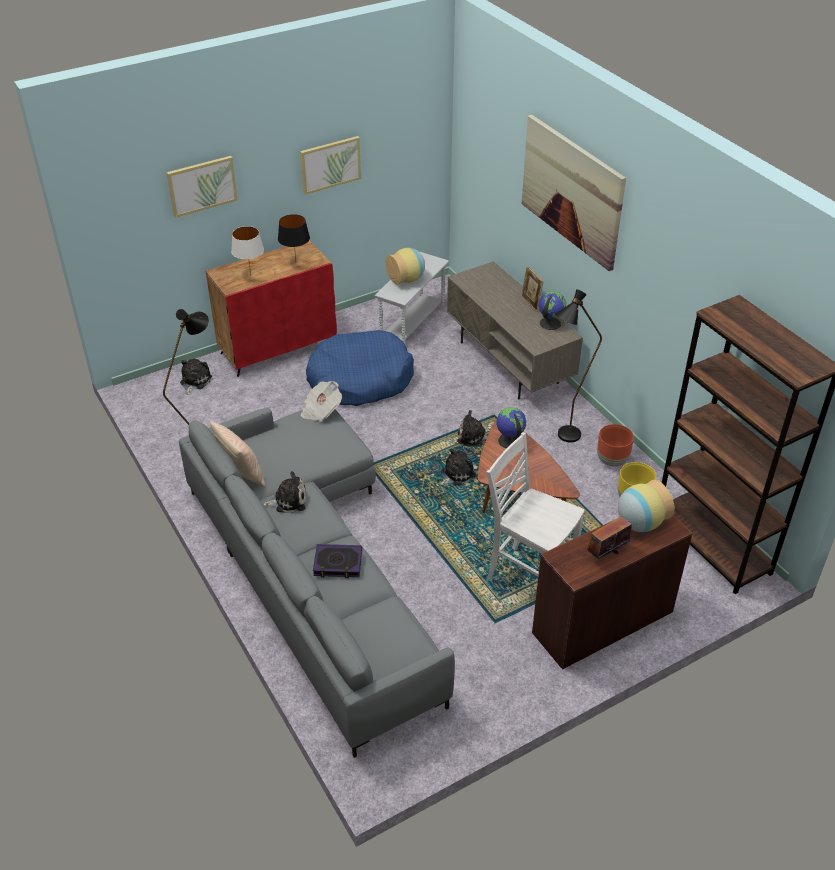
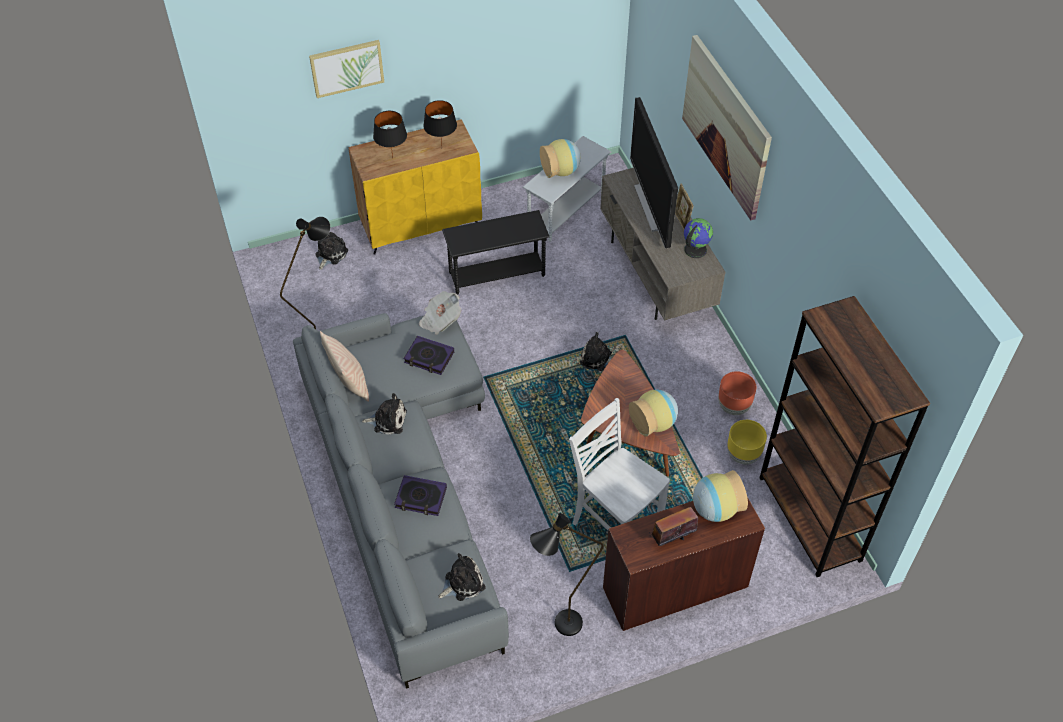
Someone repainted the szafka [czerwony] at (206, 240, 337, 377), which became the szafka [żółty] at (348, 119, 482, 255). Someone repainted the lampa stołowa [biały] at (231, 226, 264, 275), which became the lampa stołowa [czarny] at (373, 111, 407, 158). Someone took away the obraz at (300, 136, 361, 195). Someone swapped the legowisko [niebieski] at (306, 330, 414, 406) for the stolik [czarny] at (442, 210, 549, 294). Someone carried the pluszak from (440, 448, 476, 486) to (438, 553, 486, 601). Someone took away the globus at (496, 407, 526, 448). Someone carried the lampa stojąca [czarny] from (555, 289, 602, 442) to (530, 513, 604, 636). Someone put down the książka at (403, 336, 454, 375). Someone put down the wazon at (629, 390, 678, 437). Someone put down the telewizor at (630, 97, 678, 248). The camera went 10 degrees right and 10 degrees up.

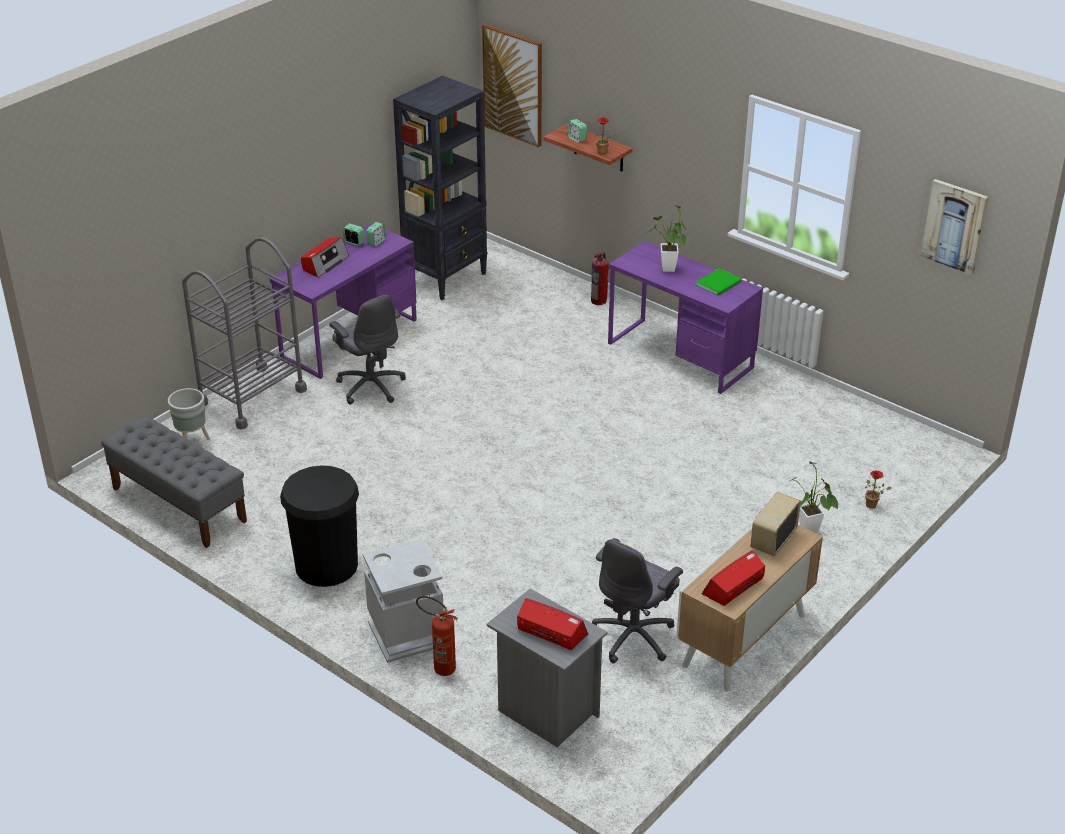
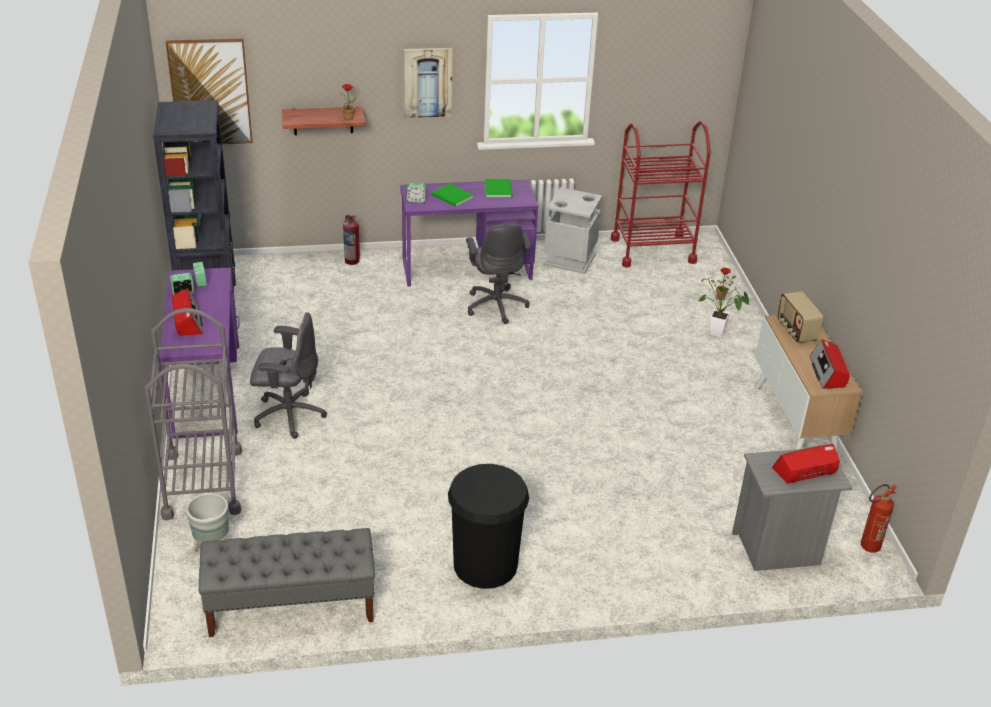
Someone carried the kosz na śmieci [szary] from (363, 539, 444, 663) to (543, 187, 602, 274). Someone carried the gaśnica from (416, 596, 458, 676) to (861, 484, 897, 553). Someone carried the budzik from (567, 119, 587, 143) to (406, 183, 426, 203). Someone carried the krzesło biurowe [szary] from (592, 538, 683, 664) to (466, 224, 531, 324). Someone swapped the roślina doniczkowa at (646, 205, 686, 272) for the książka [zielony] at (432, 184, 473, 207). Someone carried the obraz from (921, 179, 988, 275) to (404, 48, 453, 118). Someone put down the wózek [czerwony] at (611, 121, 711, 267). The camera went 50 degrees left and 0 degrees up.

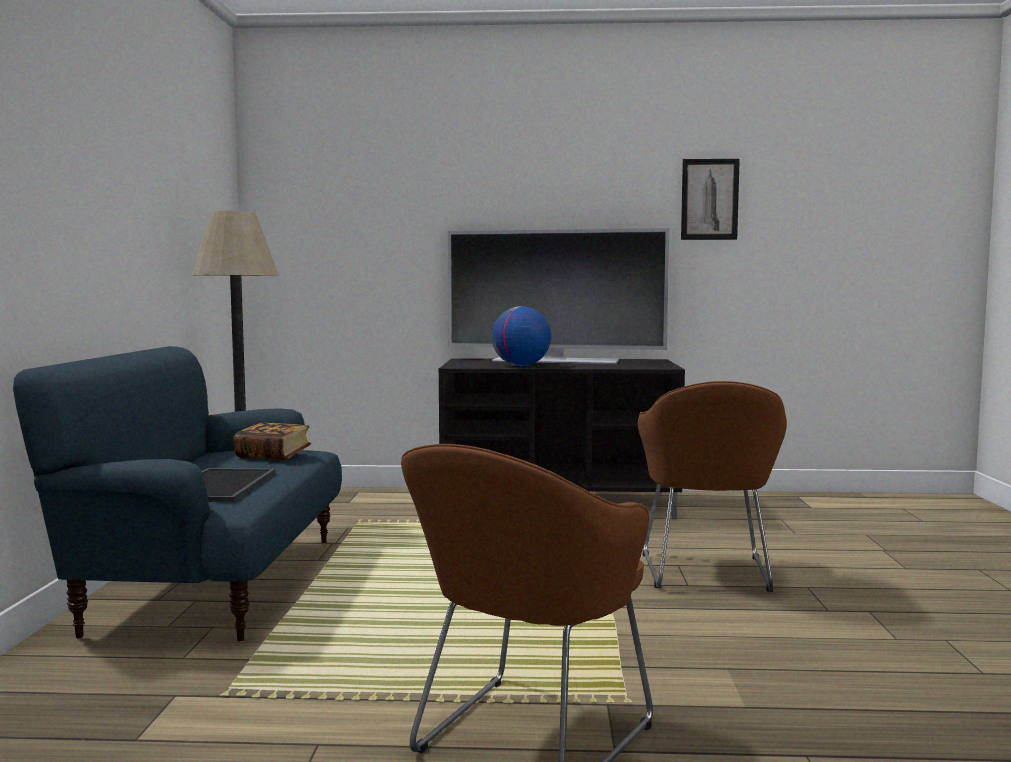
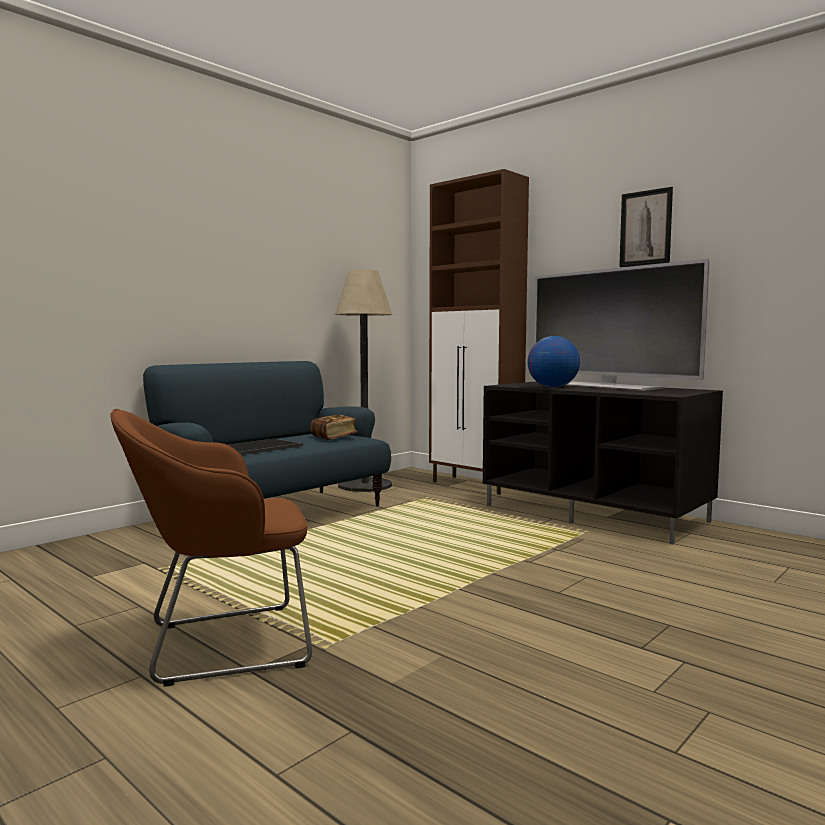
Someone took away the fotel [brązowy] at (638, 381, 787, 592). Someone carried the obraz from (681, 159, 740, 240) to (619, 187, 673, 267). Someone put down the szafka [brązowy] at (429, 169, 529, 495). The camera went 40 degrees right and 0 degrees up.

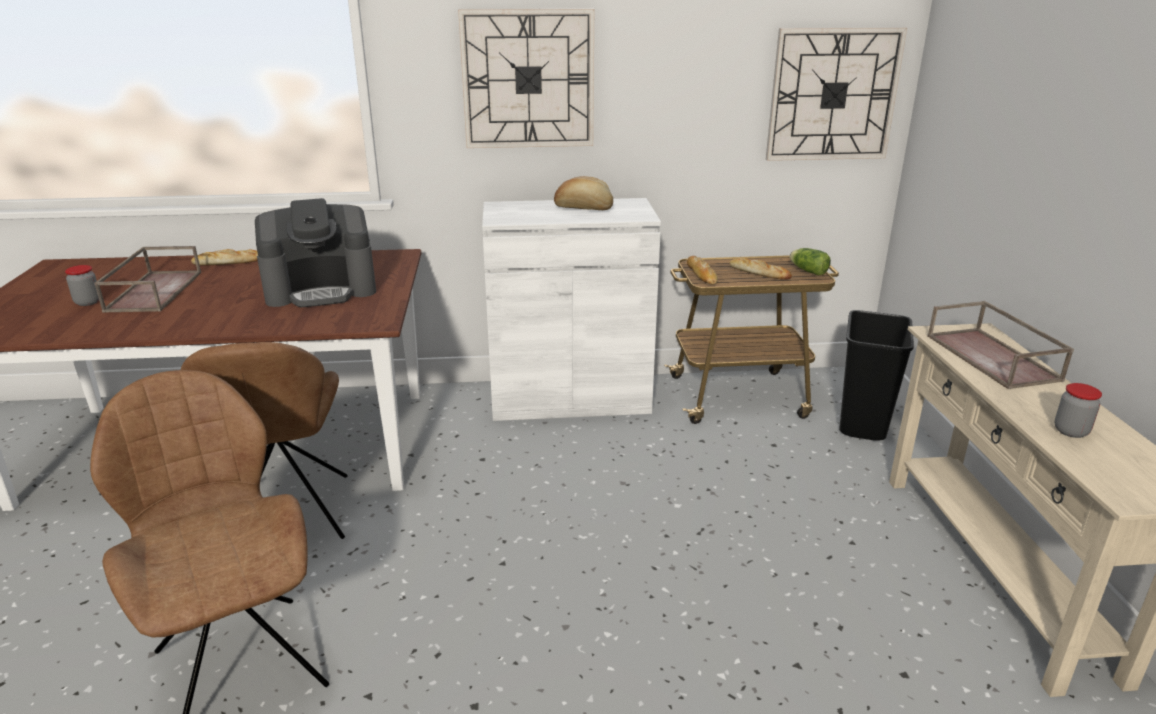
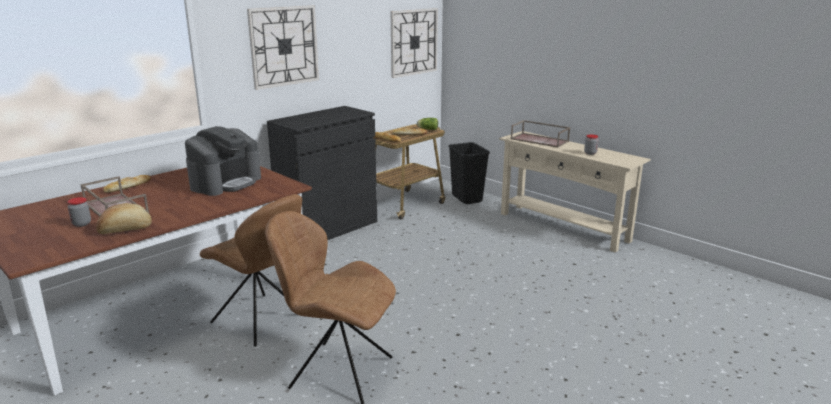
Someone repainted the szafka [biały] at (482, 198, 661, 421), which became the szafka [czarny] at (267, 106, 377, 240). Someone carried the chleb from (554, 176, 613, 210) to (96, 203, 152, 234). The camera went 40 degrees left and 5 degrees down.

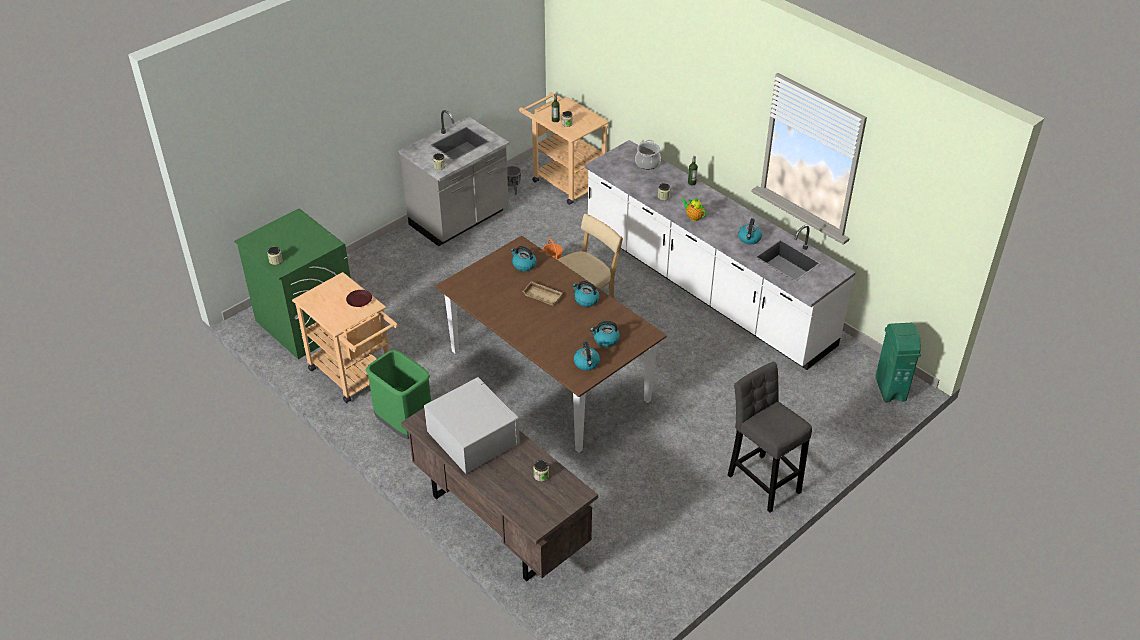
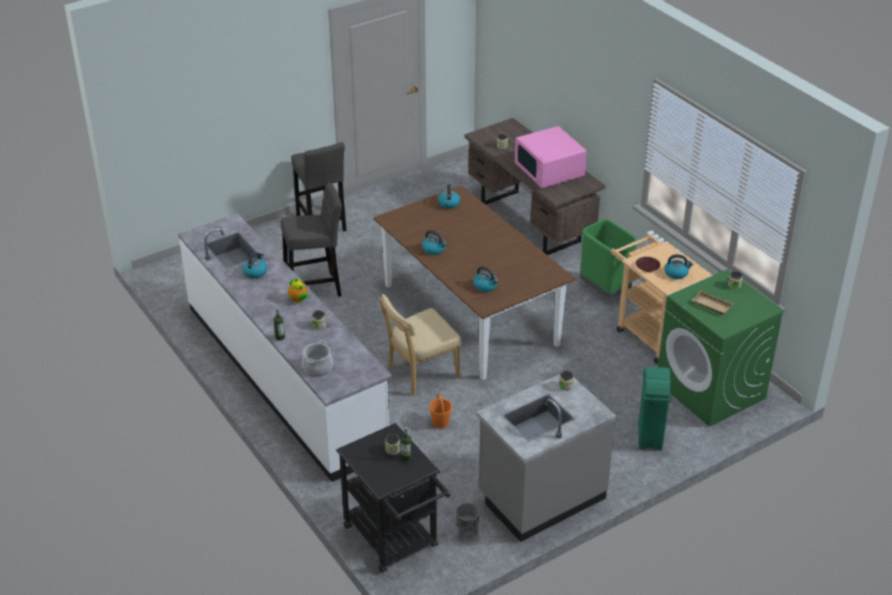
Someone repainted the mikrofalówka [biały] at (424, 377, 520, 474), which became the mikrofalówka [różowy] at (515, 126, 587, 188). Someone repainted the wózek [beżowy] at (519, 92, 610, 205), which became the wózek [czarny] at (336, 423, 450, 573). Someone carried the taca [beżowy] from (522, 281, 563, 306) to (692, 291, 734, 315). Someone carried the czajnik from (590, 321, 620, 347) to (664, 254, 693, 279). Someone carried the kosz na śmieci [zielony] from (875, 323, 921, 403) to (638, 366, 671, 451). Someone put down the stołek [szary] at (281, 182, 342, 297). The camera went 170 degrees left and 5 degrees down.

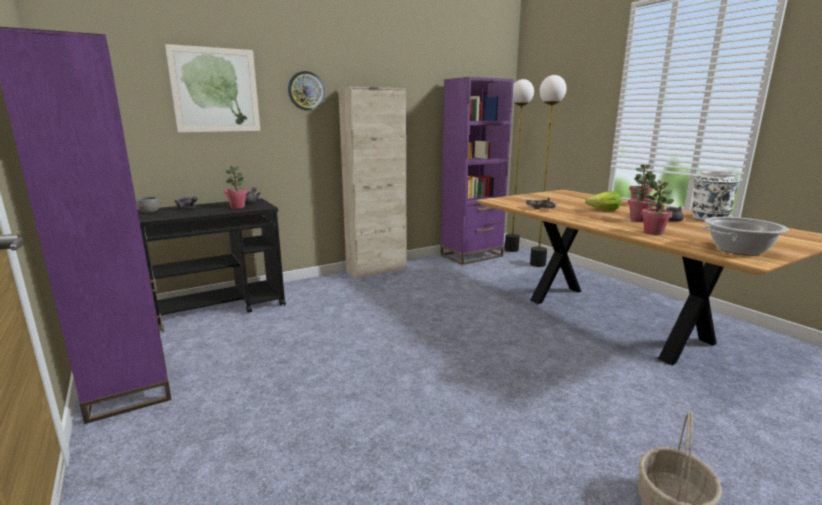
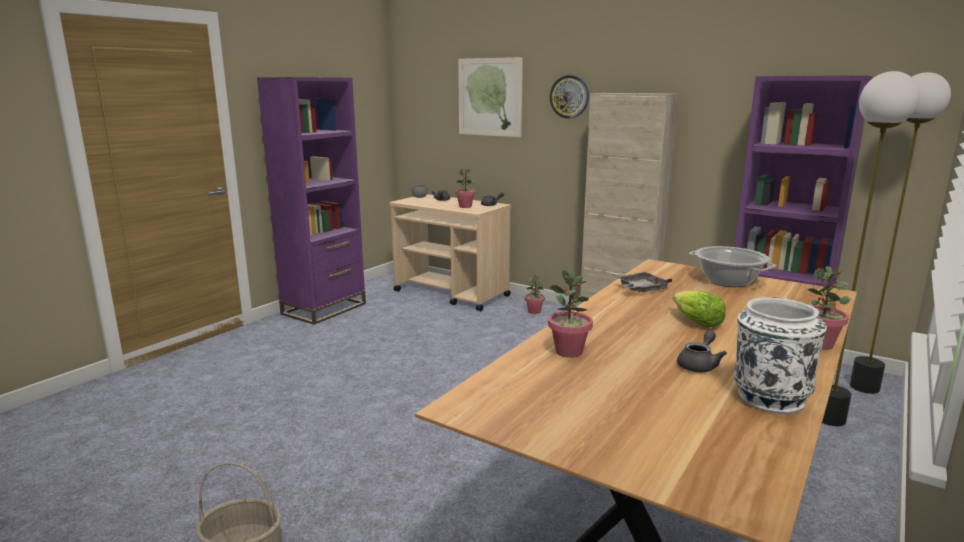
Someone repainted the wózek [czarny] at (138, 199, 286, 328), which became the wózek [beżowy] at (389, 194, 511, 311). Someone carried the roślina doniczkowa from (628, 173, 658, 222) to (525, 275, 545, 314). Someone carried the garnek from (702, 217, 789, 256) to (689, 246, 776, 287). The camera went 65 degrees right and 0 degrees up.

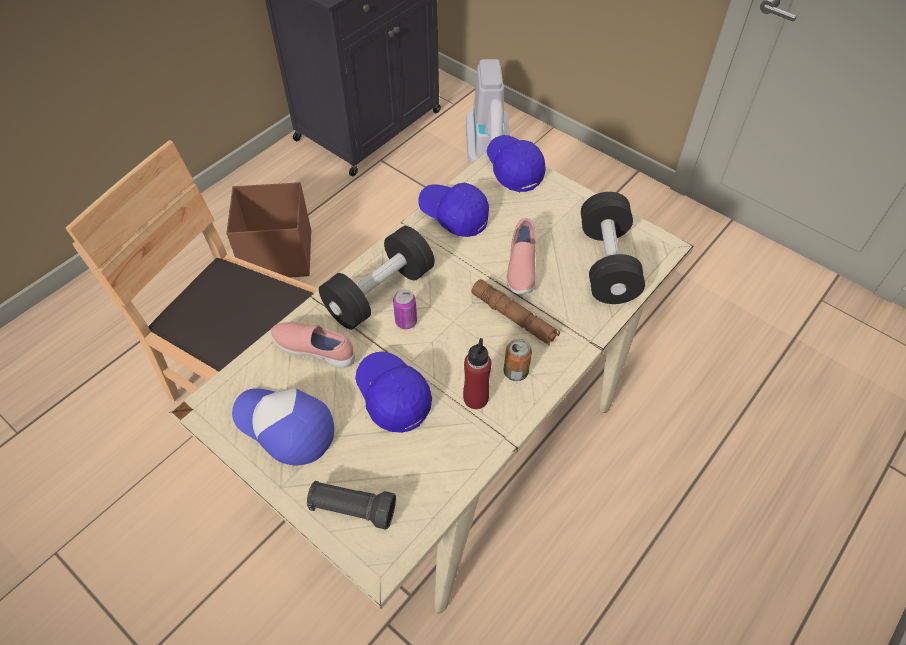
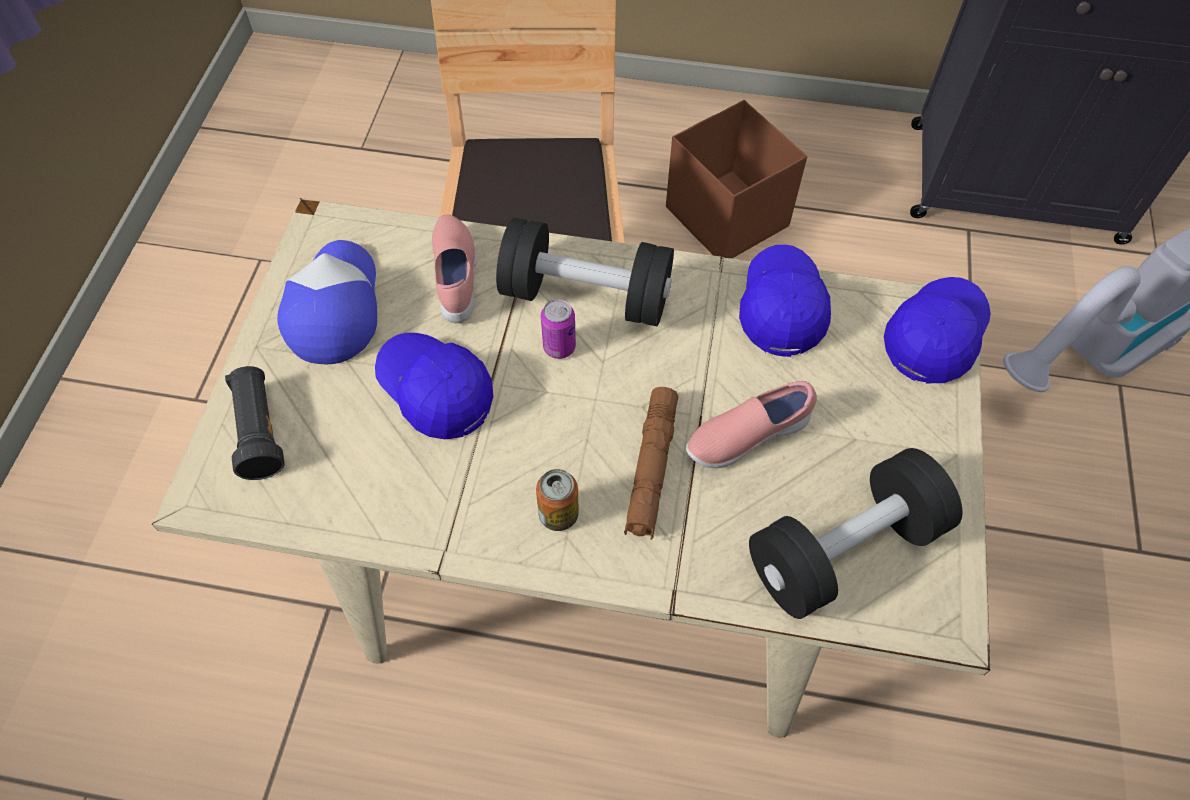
Someone rotated the czapka z daszkiem [niebieski] at (355, 352, 432, 433) by 75 degrees counterclockwise. Someone took away the butelka [czerwony] at (463, 338, 491, 409). The camera went 60 degrees right and 5 degrees up.

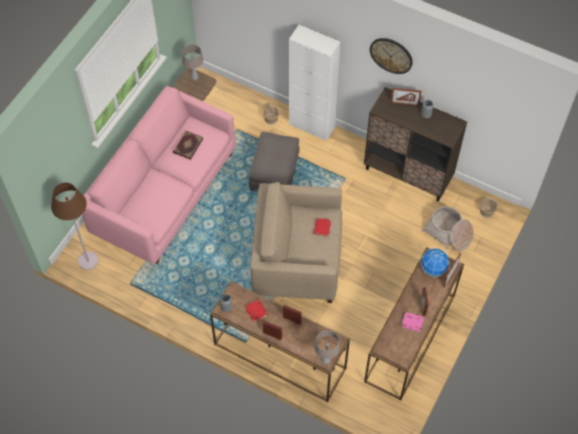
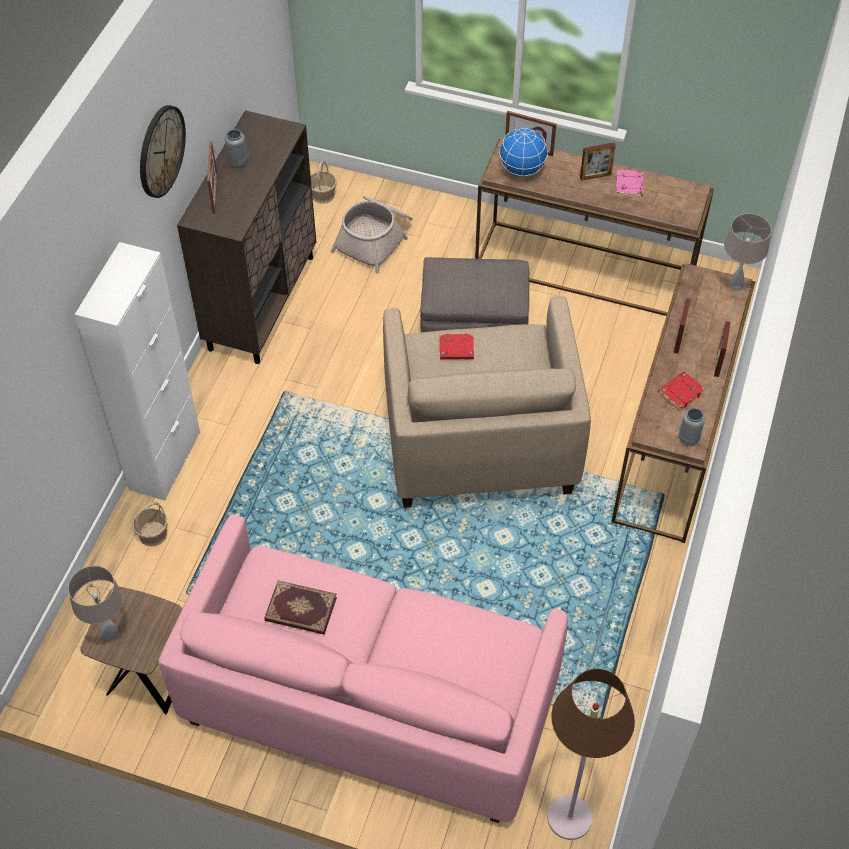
Someone carried the pufa [szary] from (249, 132, 299, 191) to (420, 257, 529, 333). The camera went 100 degrees left and 5 degrees down.

